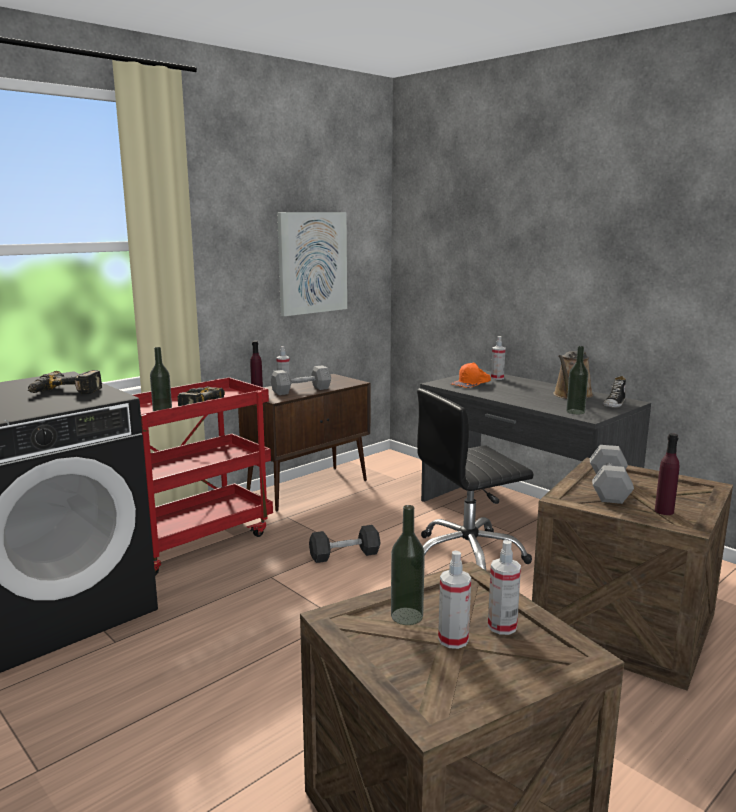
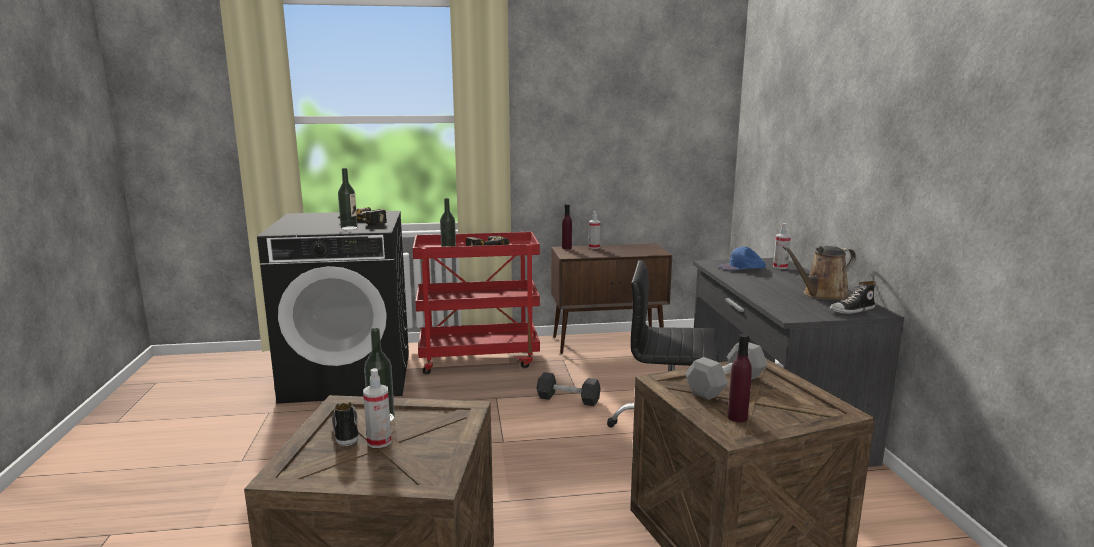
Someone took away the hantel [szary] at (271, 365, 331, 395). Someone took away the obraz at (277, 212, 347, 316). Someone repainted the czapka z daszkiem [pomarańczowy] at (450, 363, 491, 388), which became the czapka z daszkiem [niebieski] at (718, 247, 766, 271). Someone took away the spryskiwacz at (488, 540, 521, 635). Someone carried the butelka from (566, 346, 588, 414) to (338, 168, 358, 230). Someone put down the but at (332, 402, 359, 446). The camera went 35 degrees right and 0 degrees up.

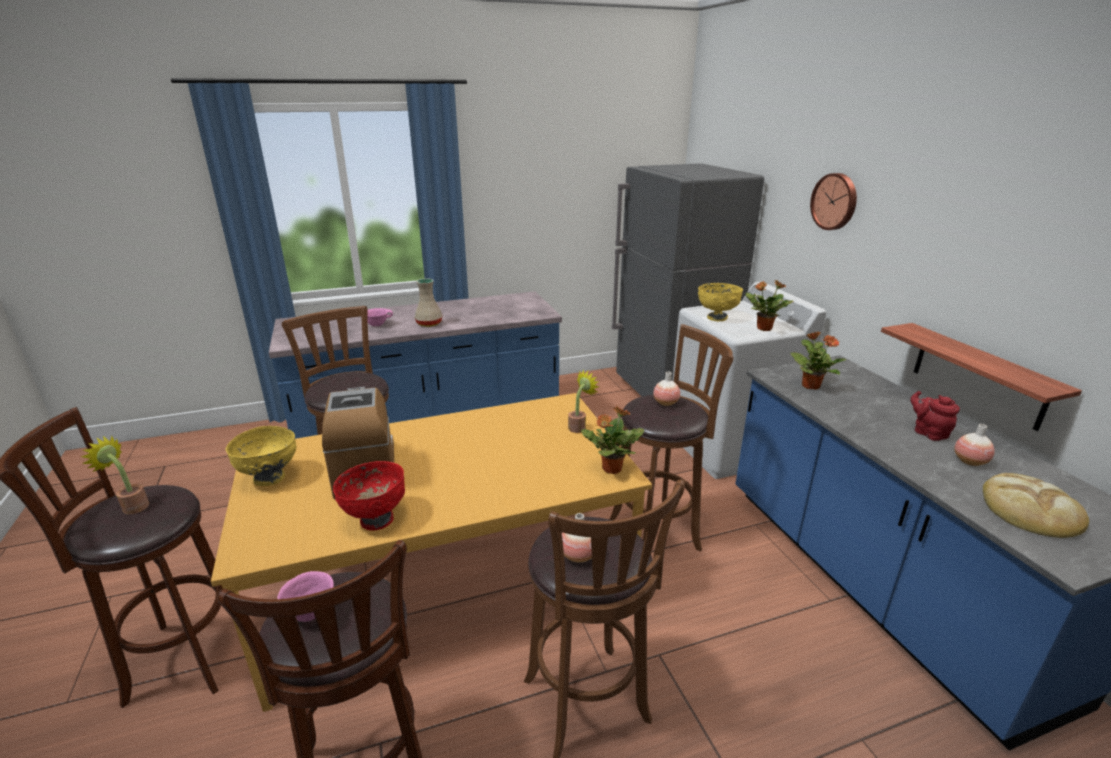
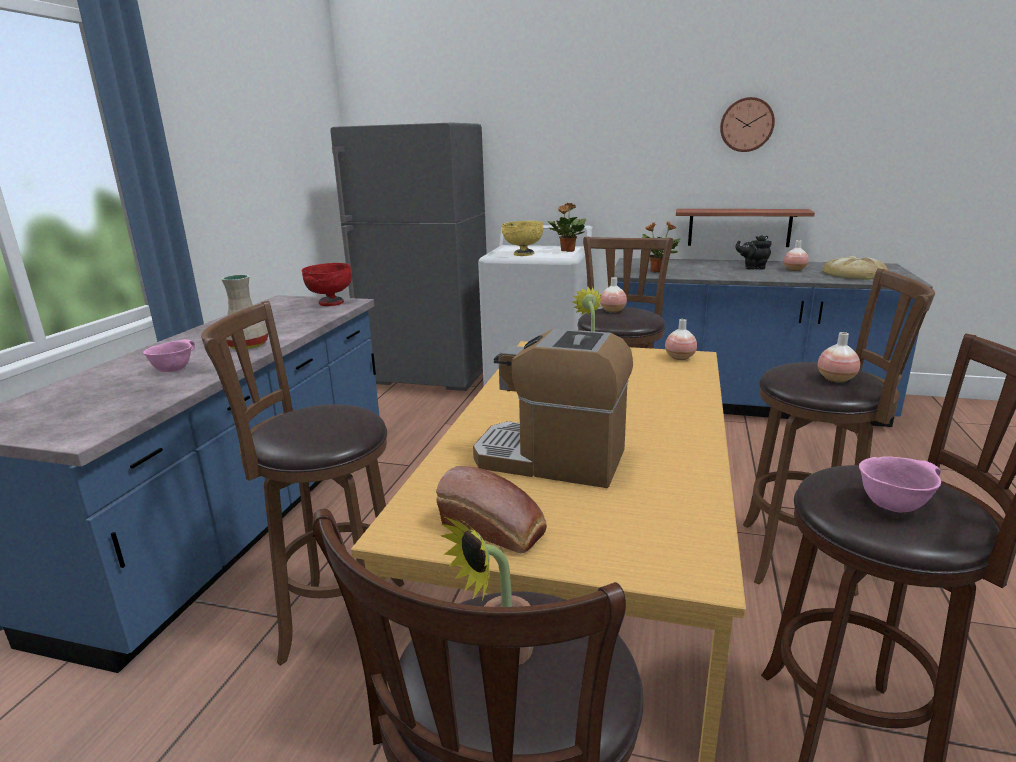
Someone swapped the miska [żółty] at (226, 426, 296, 486) for the chleb at (436, 466, 547, 554). Someone carried the miska [czerwony] from (333, 461, 405, 531) to (302, 263, 352, 306). Someone swapped the roślina doniczkowa at (581, 406, 644, 474) for the wazon at (665, 319, 697, 360). Someone carried the zegar ścienny from (810, 173, 857, 230) to (720, 97, 775, 152). Someone repainted the imbryk [czerwony] at (910, 391, 960, 441), which became the imbryk [czarny] at (735, 235, 772, 270). The camera went 55 degrees left and 5 degrees down.

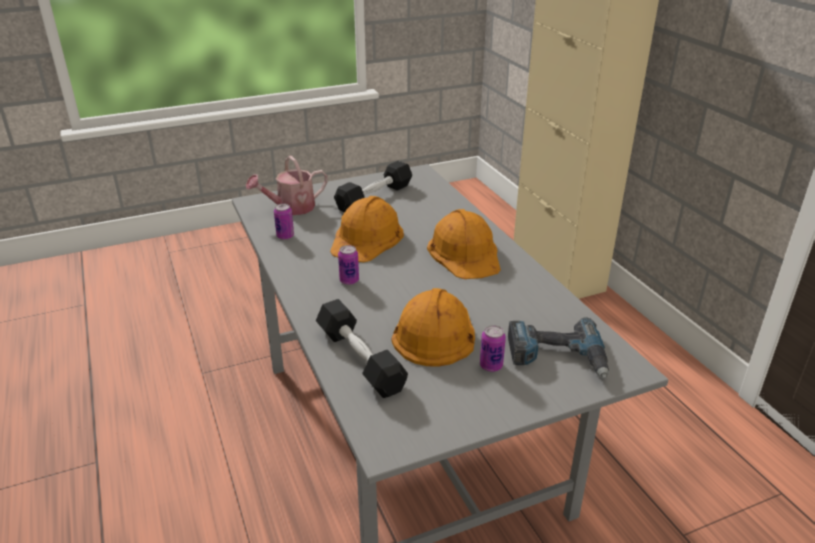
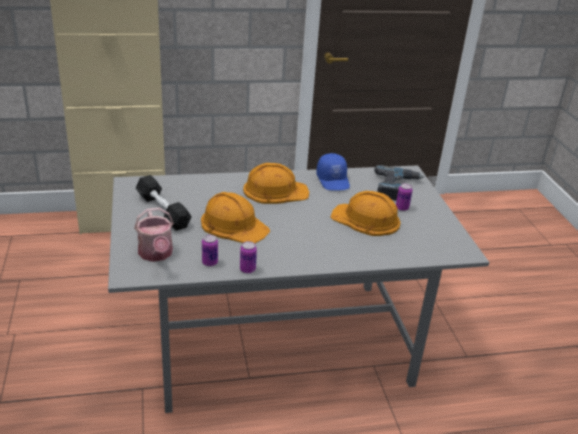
Someone took away the hantel [czarny] at (316, 299, 408, 398). Someone carried the puszka from (338, 245, 359, 285) to (240, 241, 257, 273). Someone put down the czapka z daszkiem [niebieski] at (316, 153, 350, 191). The camera went 80 degrees left and 0 degrees up.

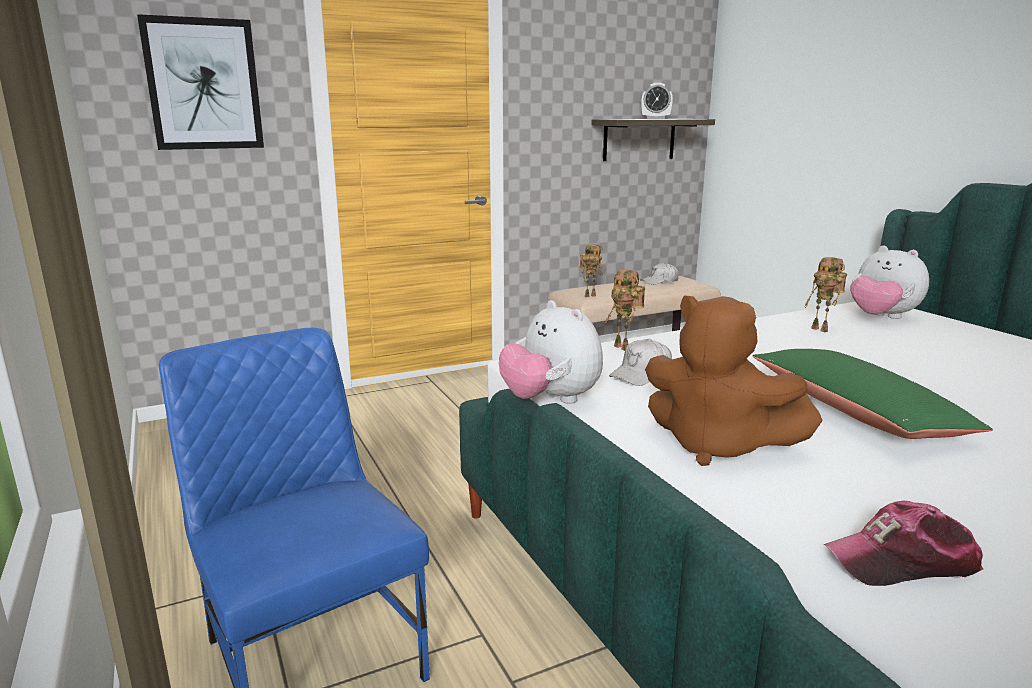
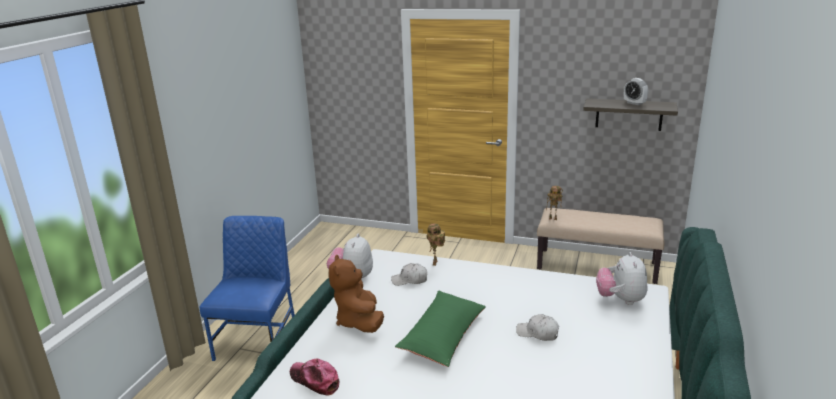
Someone took away the obraz at (137, 14, 264, 150). Someone carried the czapka z daszkiem [biały] from (640, 263, 679, 285) to (516, 314, 559, 341). Someone took away the robot zabawkowy at (805, 257, 847, 332). The camera went 45 degrees right and 5 degrees up.

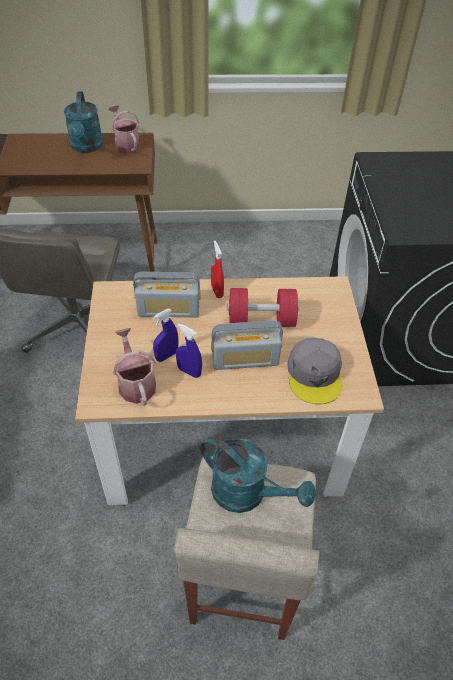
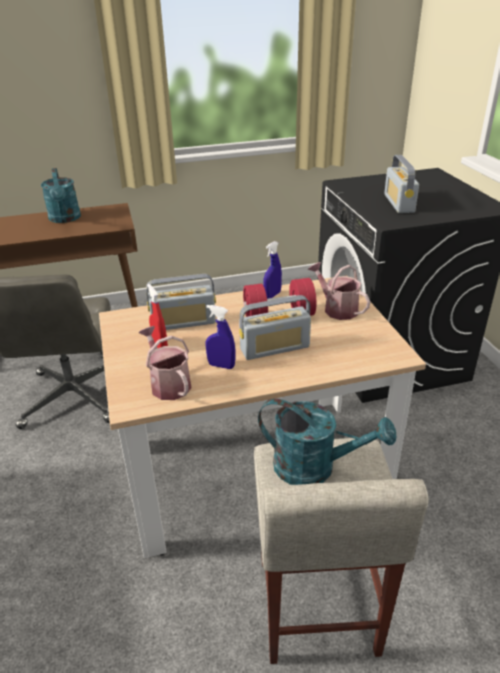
Someone carried the konewka from (109, 105, 140, 154) to (308, 262, 370, 320). Someone carried the spryskiwacz [niebieski] from (153, 309, 178, 362) to (263, 241, 282, 299). Someone carried the spryskiwacz [czerwony] from (211, 241, 224, 298) to (147, 284, 168, 348). Someone took away the czapka z daszkiem [szary] at (287, 338, 343, 405). Someone put down the radio at (384, 155, 419, 213). The camera went 10 degrees left and 15 degrees down.

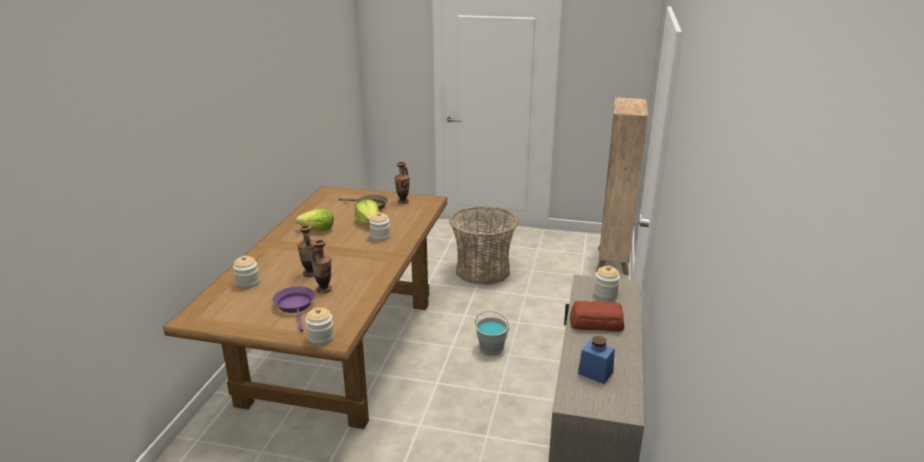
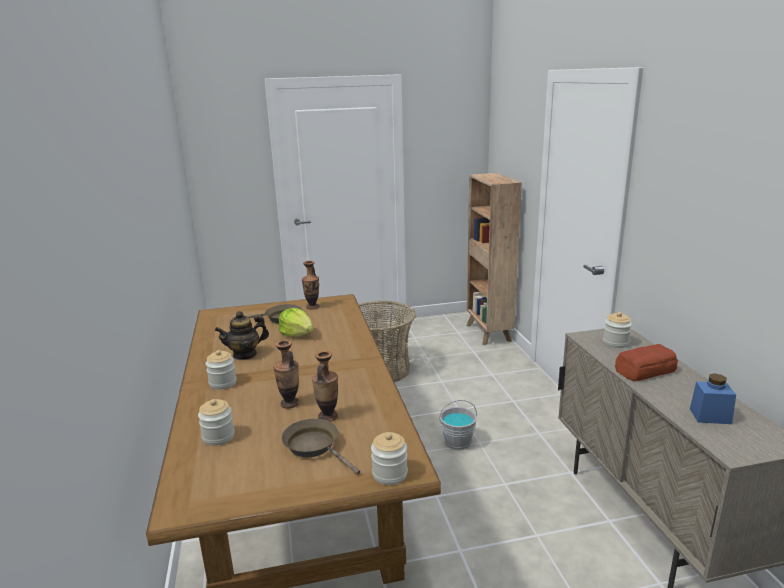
Someone repainted the patelnia [fioletowy] at (272, 286, 315, 332), which became the patelnia [brązowy] at (281, 419, 360, 475). Someone swapped the sałata at (296, 209, 334, 231) for the imbryk at (215, 311, 269, 360). Someone carried the słoik from (369, 212, 390, 241) to (206, 350, 236, 390). The camera went 25 degrees left and 5 degrees down.

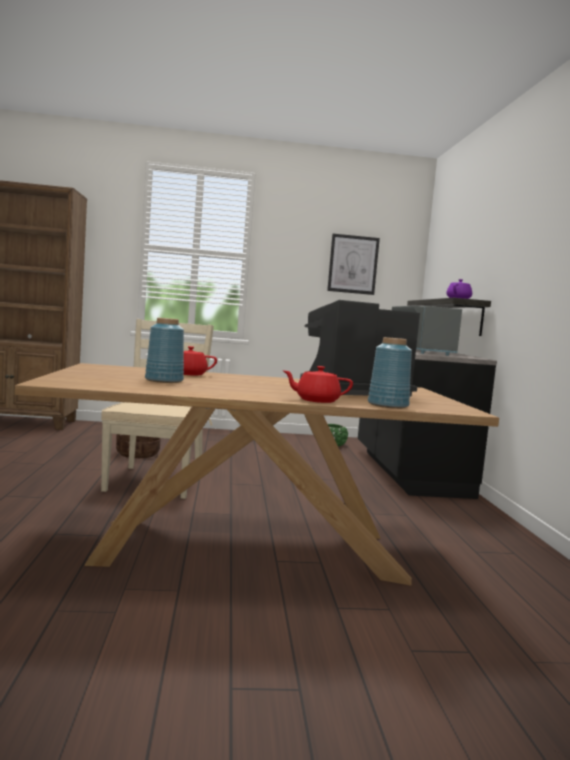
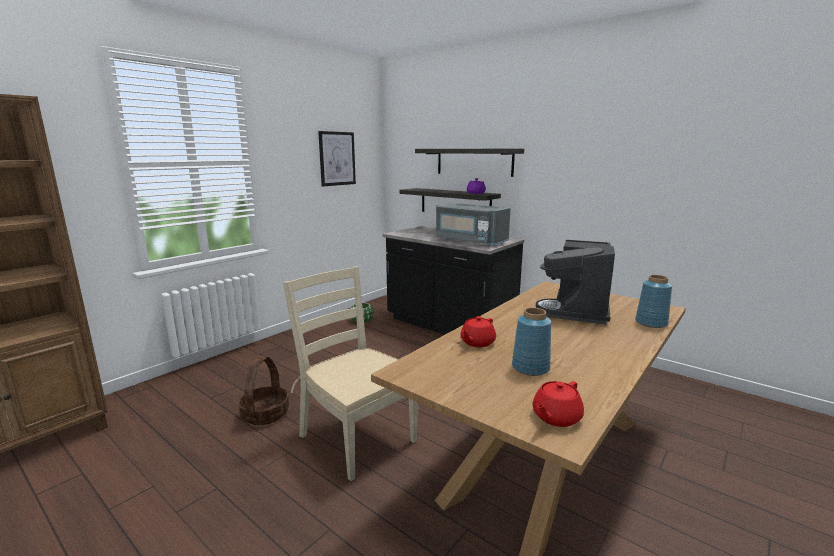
Someone carried the imbryk [czerwony] from (282, 366, 353, 403) to (533, 381, 584, 427). Someone put up the półka at (415, 149, 524, 177). The camera went 45 degrees left and 10 degrees up.

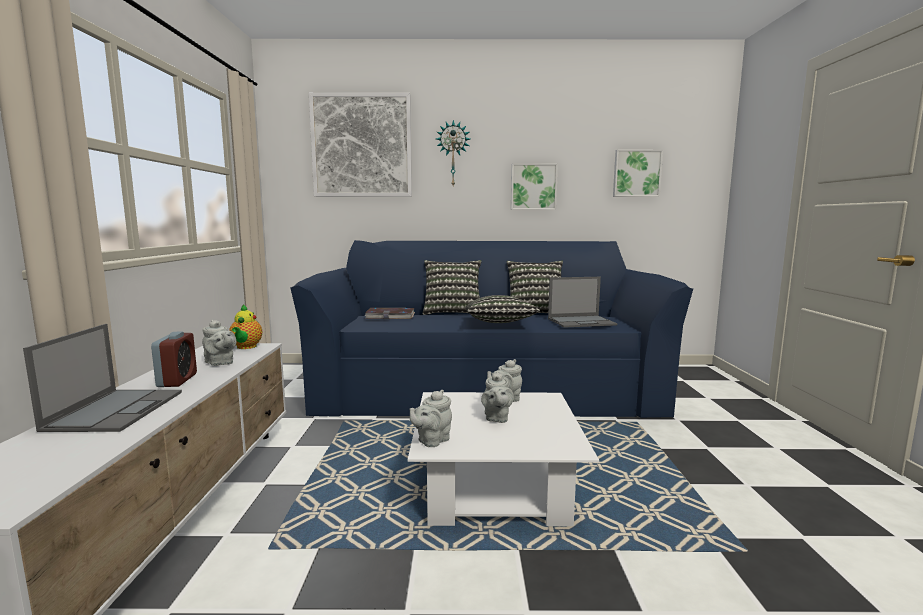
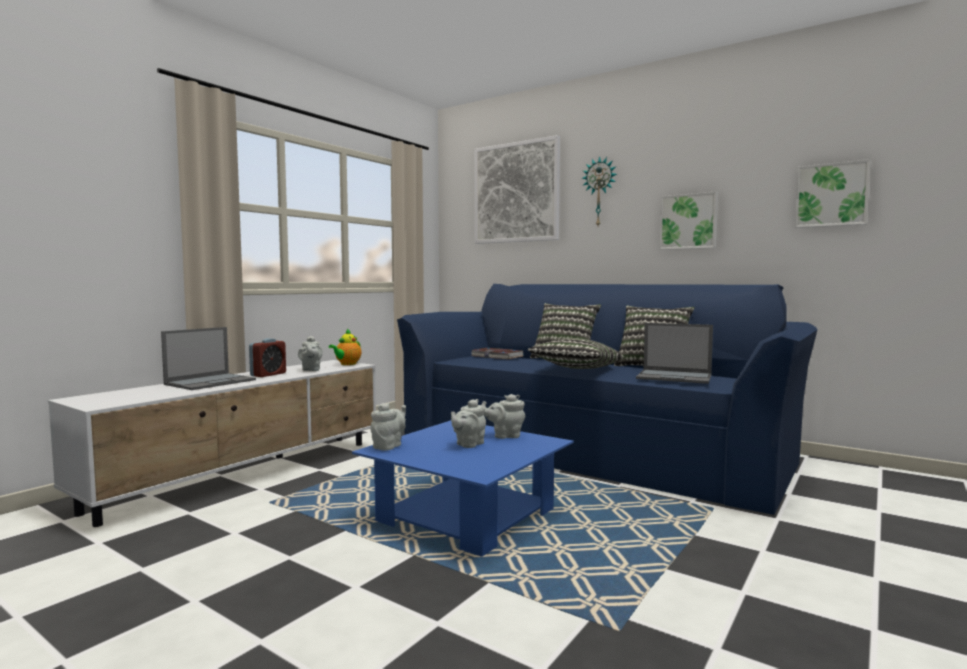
Someone repainted the ława [biały] at (408, 392, 599, 526), which became the ława [niebieski] at (352, 420, 574, 557). Someone rotated the imbryk [szary] at (410, 390, 452, 447) by 135 degrees clockwise. The camera went 35 degrees right and 5 degrees down.

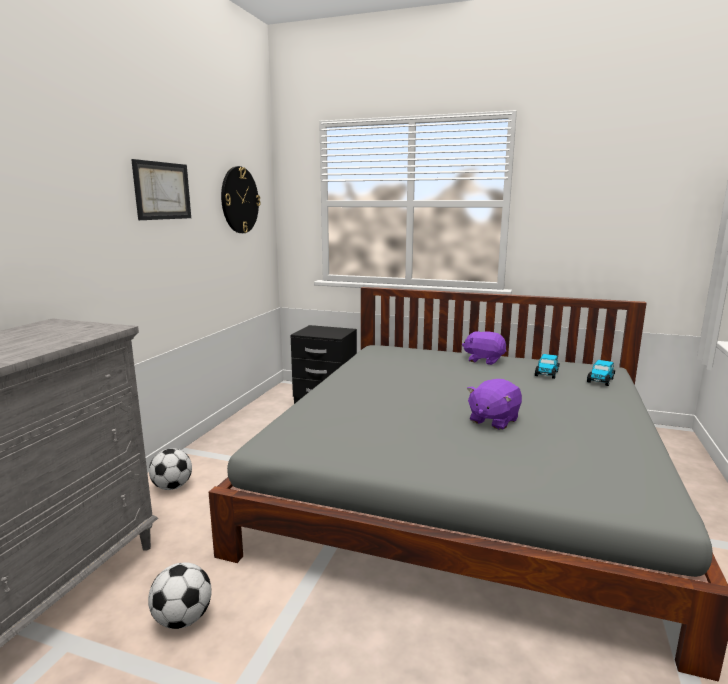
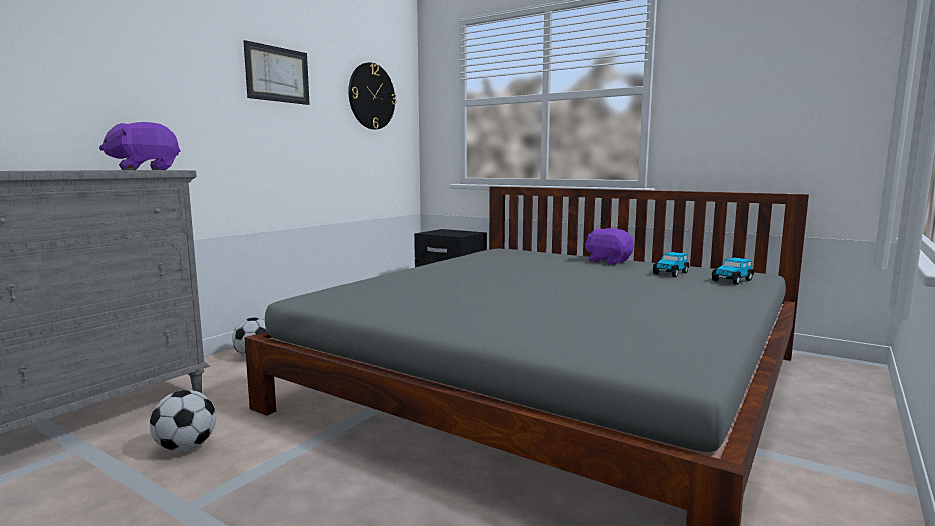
Someone carried the pluszak [fioletowy] from (467, 379, 522, 430) to (99, 122, 181, 170). The camera went 15 degrees right and 5 degrees down.

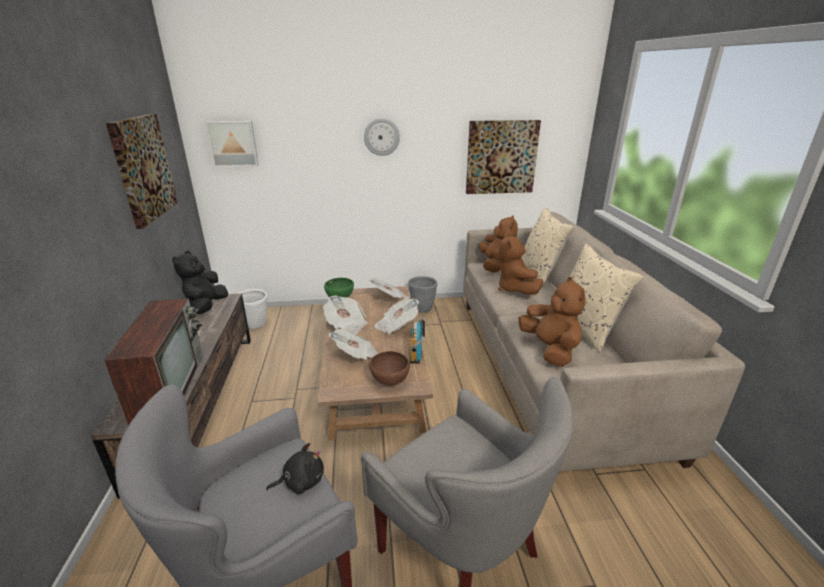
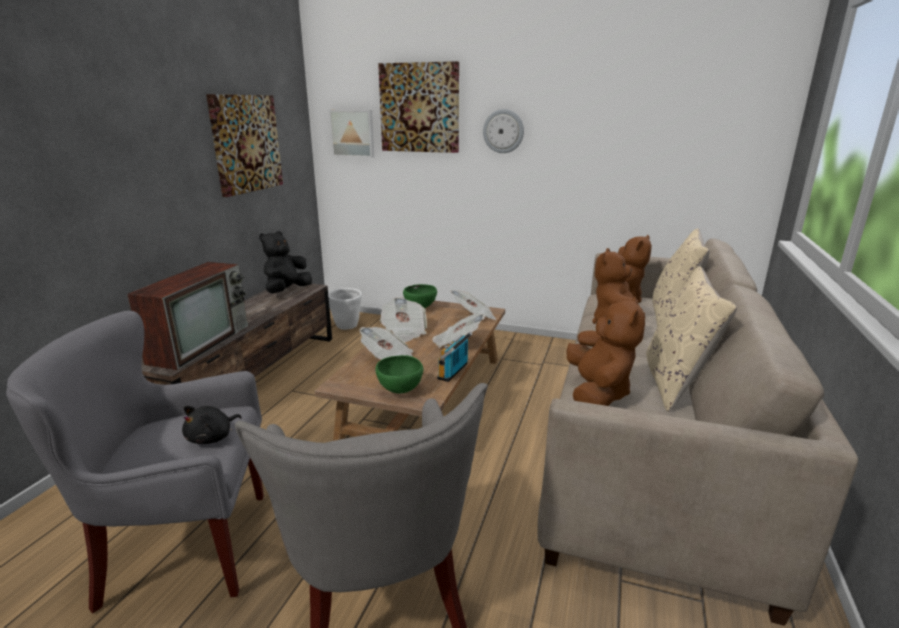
Someone rotated the pluszak [czarny] at (266, 443, 324, 494) by 120 degrees clockwise. Someone repainted the miska [brązowy] at (369, 351, 410, 386), which became the miska [zielony] at (376, 355, 423, 393). Someone took away the donica [szary] at (408, 276, 437, 313). Someone carried the obraz from (466, 120, 541, 194) to (378, 61, 459, 153). The camera went 25 degrees right and 5 degrees down.

